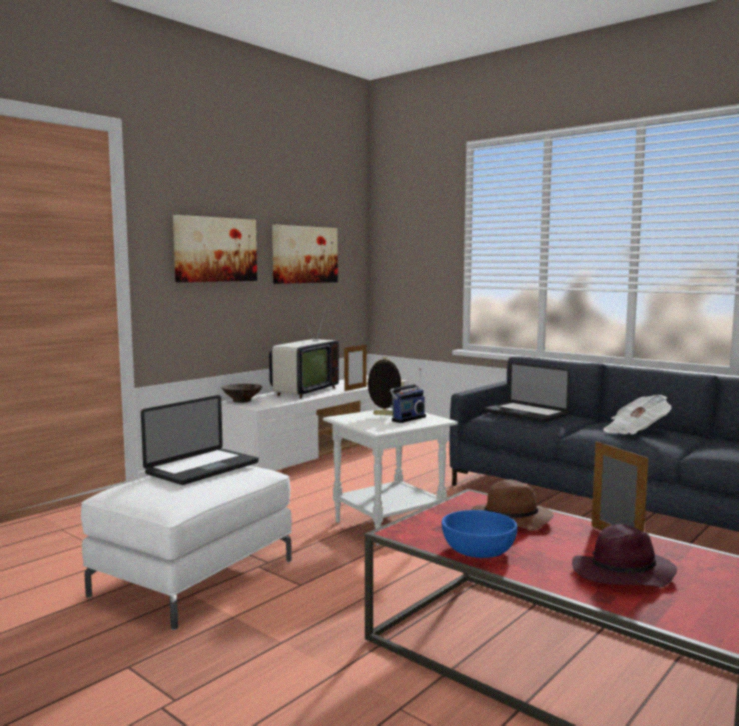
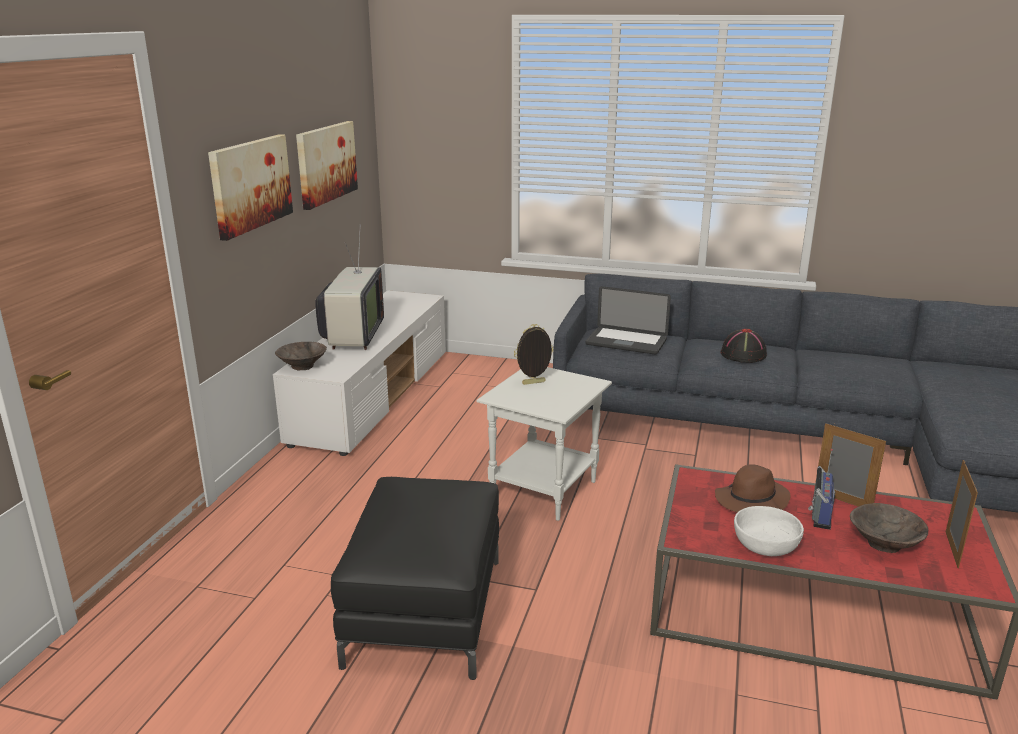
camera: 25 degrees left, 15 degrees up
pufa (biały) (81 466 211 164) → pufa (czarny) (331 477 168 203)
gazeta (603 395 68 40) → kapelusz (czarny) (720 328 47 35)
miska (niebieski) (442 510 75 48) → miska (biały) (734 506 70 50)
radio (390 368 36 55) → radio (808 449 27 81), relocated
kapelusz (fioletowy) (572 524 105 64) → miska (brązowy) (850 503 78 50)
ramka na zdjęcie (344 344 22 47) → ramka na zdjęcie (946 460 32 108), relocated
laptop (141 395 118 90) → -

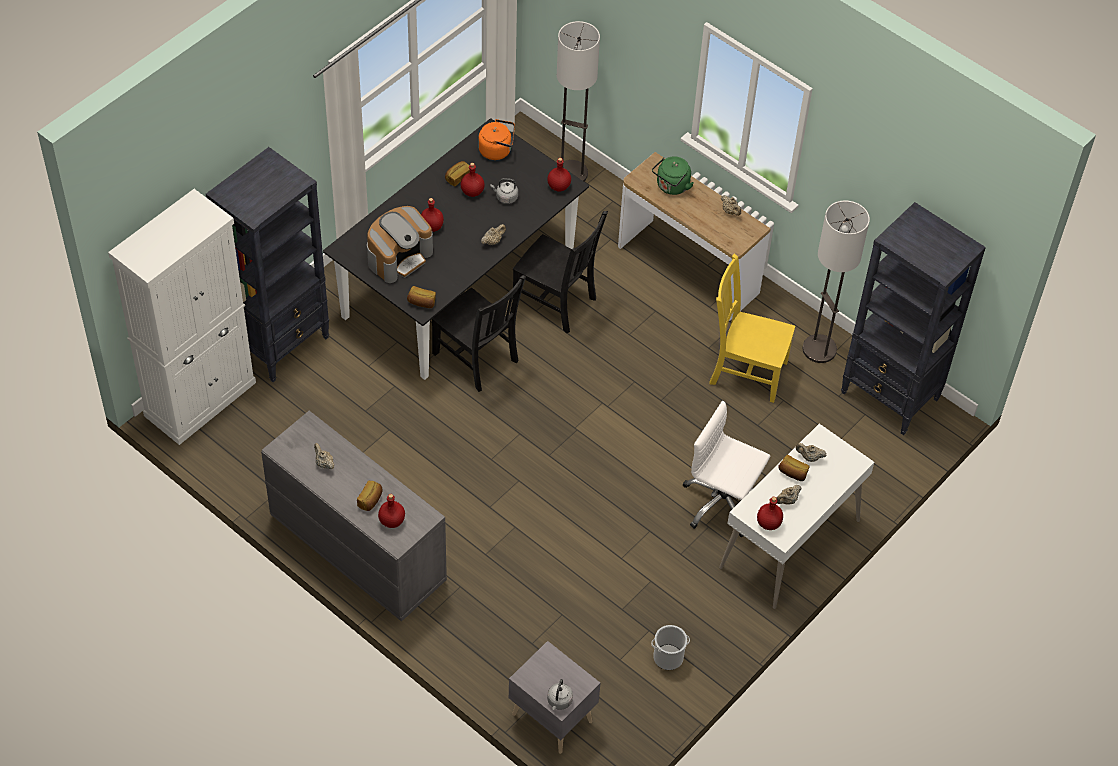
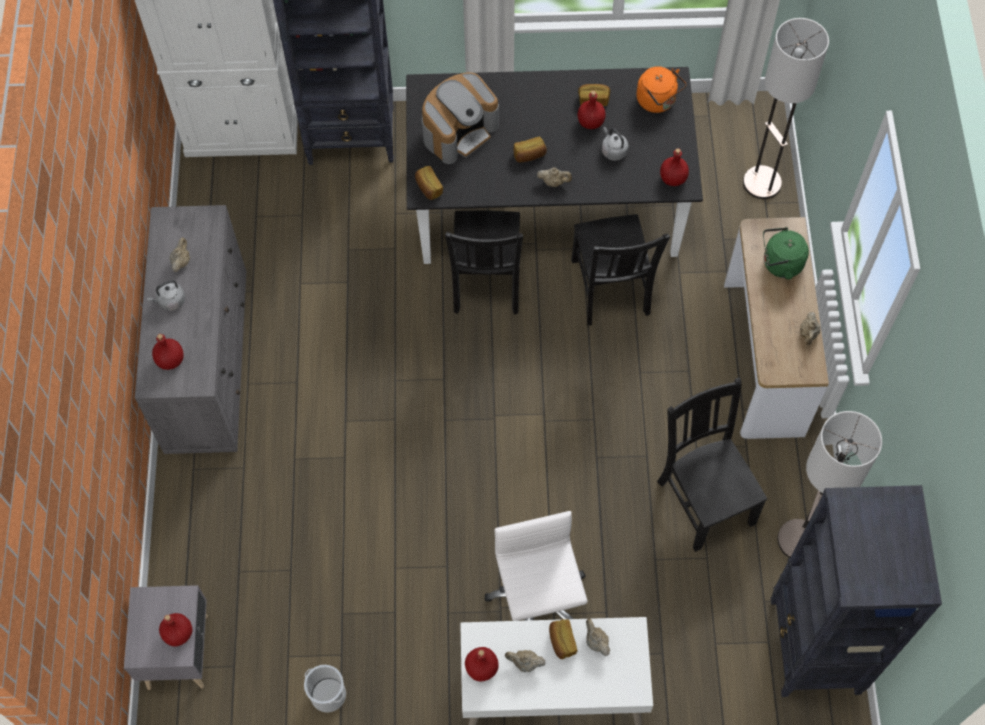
camera: 50 degrees right, 10 degrees up
czajnik (szary) (547 679 26 31) → czajnik (szary) (147 280 38 31), relocated
butelka (czerwony) (421 198 23 34) → butelka (czerwony) (159 613 33 33), relocated
ekspres do kawy (367 206 66 77) → ekspres do kawy (422 72 77 92), 45 degrees counterclockwise
chleb (357 481 26 30) → chleb (514 137 33 25), relocated
krzesło (żółty) (709 254 86 149) → krzesło (czarny) (657 378 110 174)

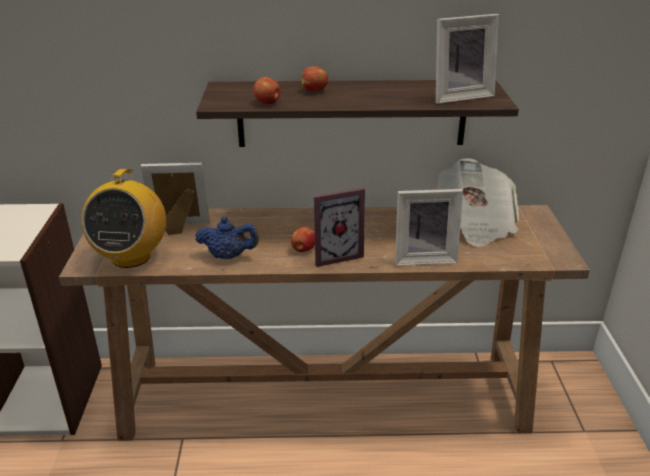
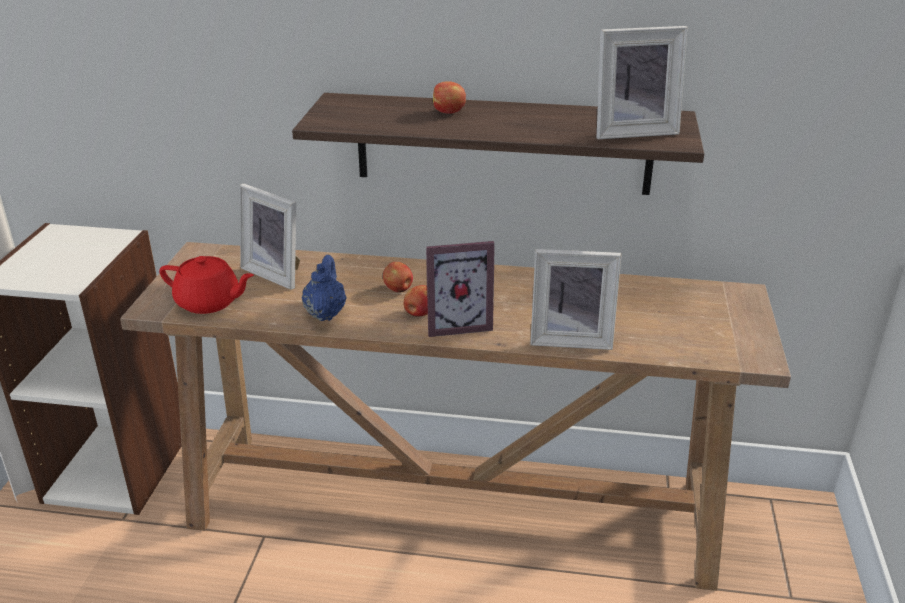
camera: 10 degrees right, 0 degrees up
radio (81 169 85 99) → imbryk (czerwony) (159 256 95 58)
ramka na zdjęcie (140 163 70 72) → ramka na zdjęcie (240 184 60 106), 150 degrees counterclockwise
imbryk (niebieski) (195 216 64 43) → imbryk (niebieski) (302 255 45 66), 105 degrees counterclockwise
jabłko (254 77 26 27) → jabłko (383 262 30 30), relocated
gazeta (436 158 83 89) → -

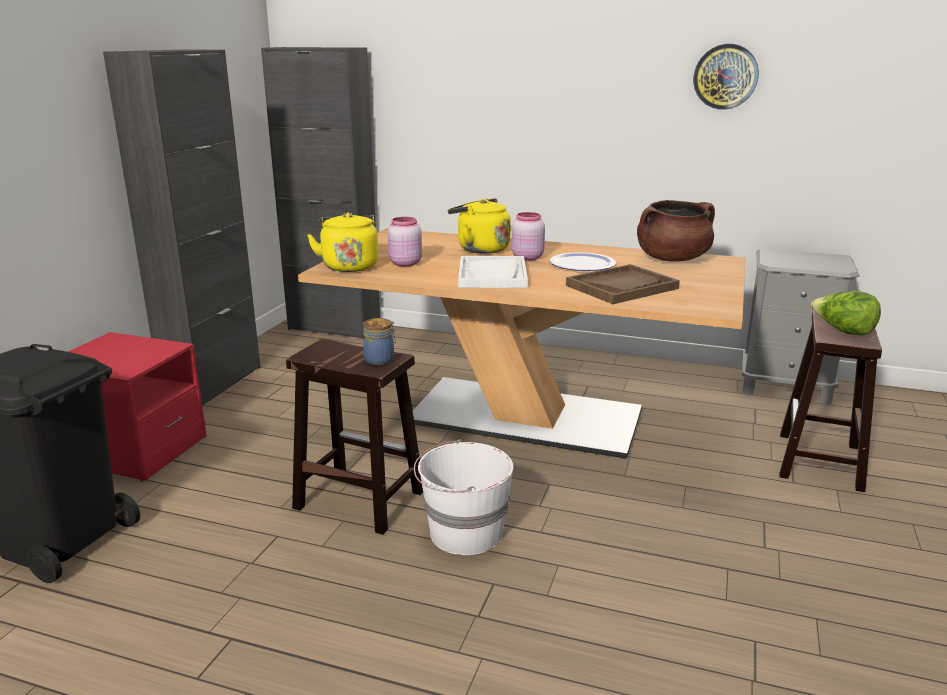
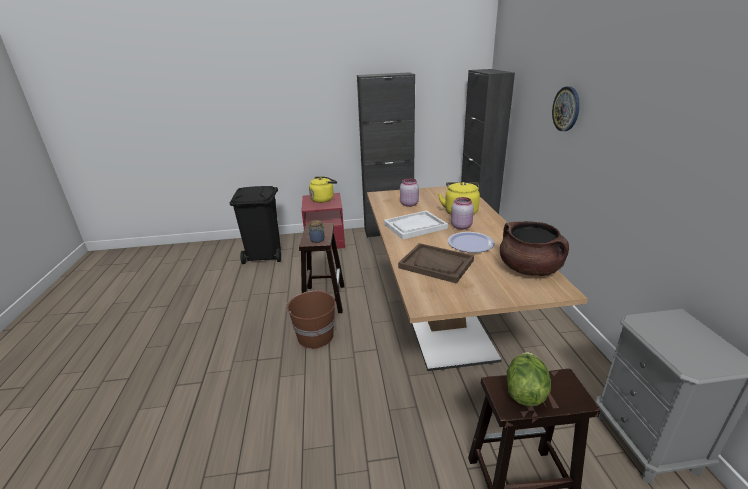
camera: 65 degrees right, 5 degrees up
wiadro (biały) (414 439 99 116) → wiadro (brązowy) (286 290 50 59)
czajnik (żółty) (307 212 72 60) → czajnik (żółty) (309 177 28 26), relocated
zegar ścienny (693 44 66 66) → zegar ścienny (552 86 28 45), relocated

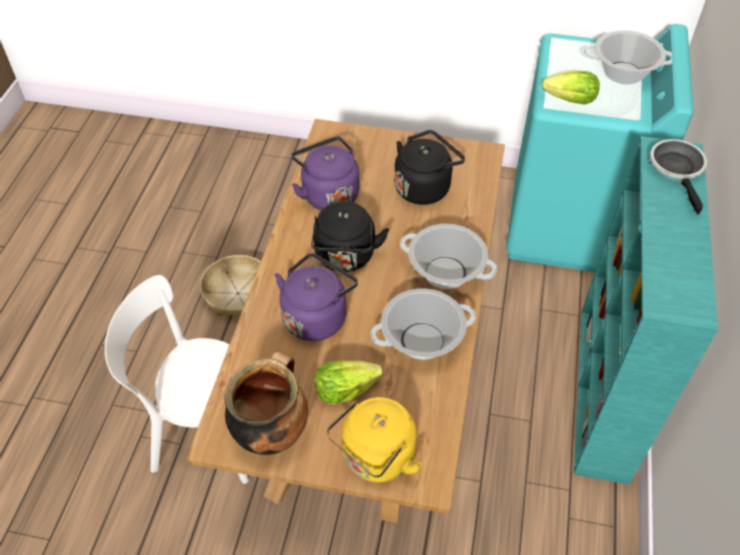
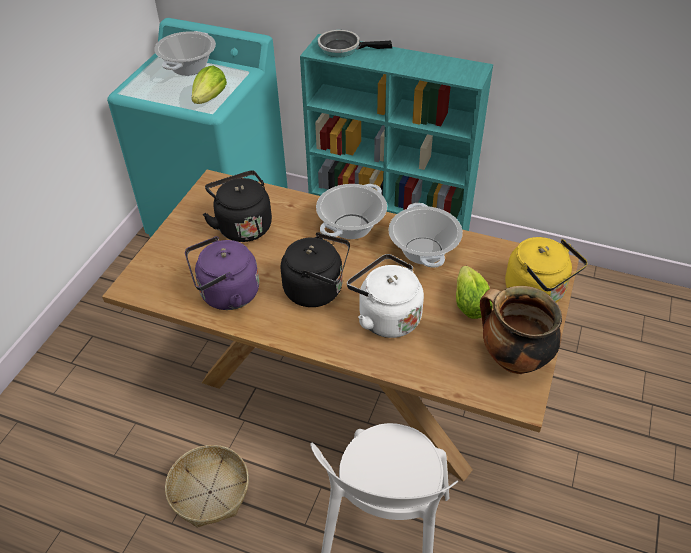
camera: 80 degrees left, 5 degrees down
czajnik (fioletowy) (275 253 83 88) → czajnik (biały) (347 254 77 84)

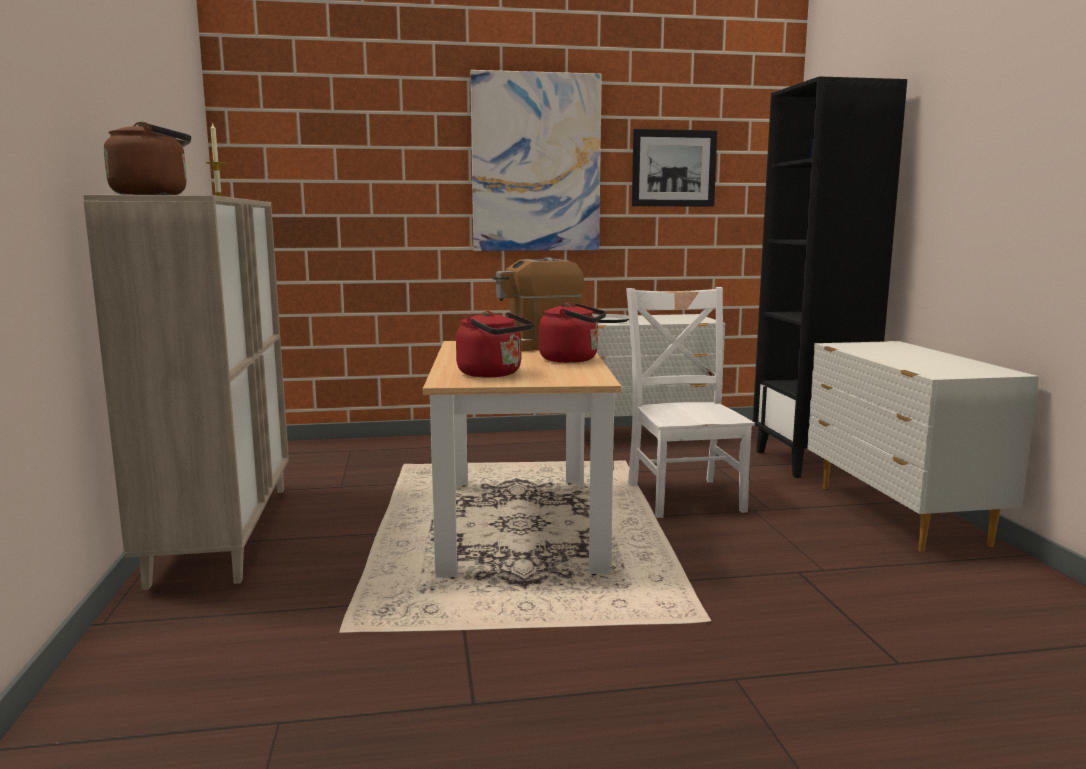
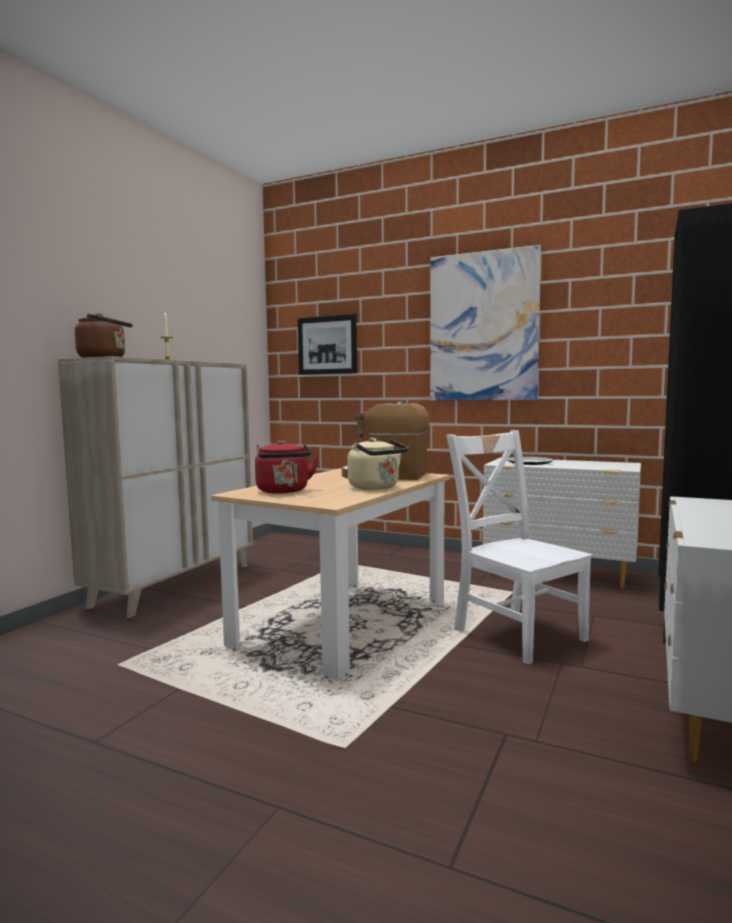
camera: 35 degrees right, 5 degrees down
obraz (632 129 85 78) → obraz (298 314 59 61), relocated
czajnik (czerwony) (539 302 67 61) → czajnik (beżowy) (347 438 61 52)
krzesło (biały) (626 287 129 231) → krzesło (biały) (446 430 147 235), 60 degrees counterclockwise

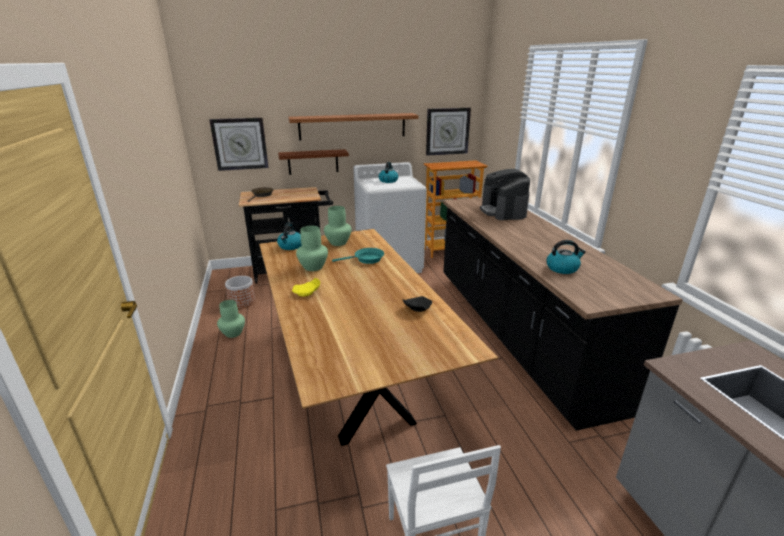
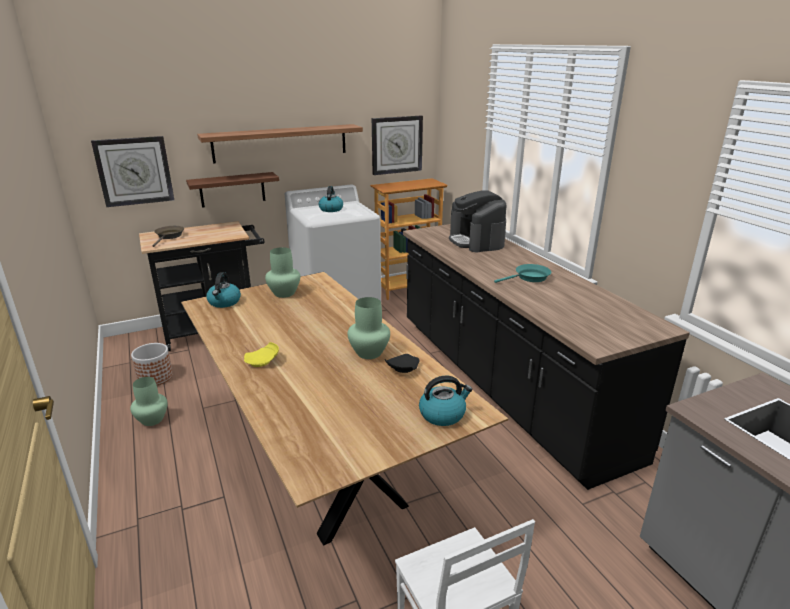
camera: 10 degrees left, 0 degrees up
wazon (zielony) (296 226 32 45) → wazon (zielony) (348 297 42 62), relocated
czajnik (546 240 40 34) → czajnik (419 375 53 51), relocated
patelnia (turkusowy) (332 248 52 16) → patelnia (turkusowy) (494 264 57 19), relocated

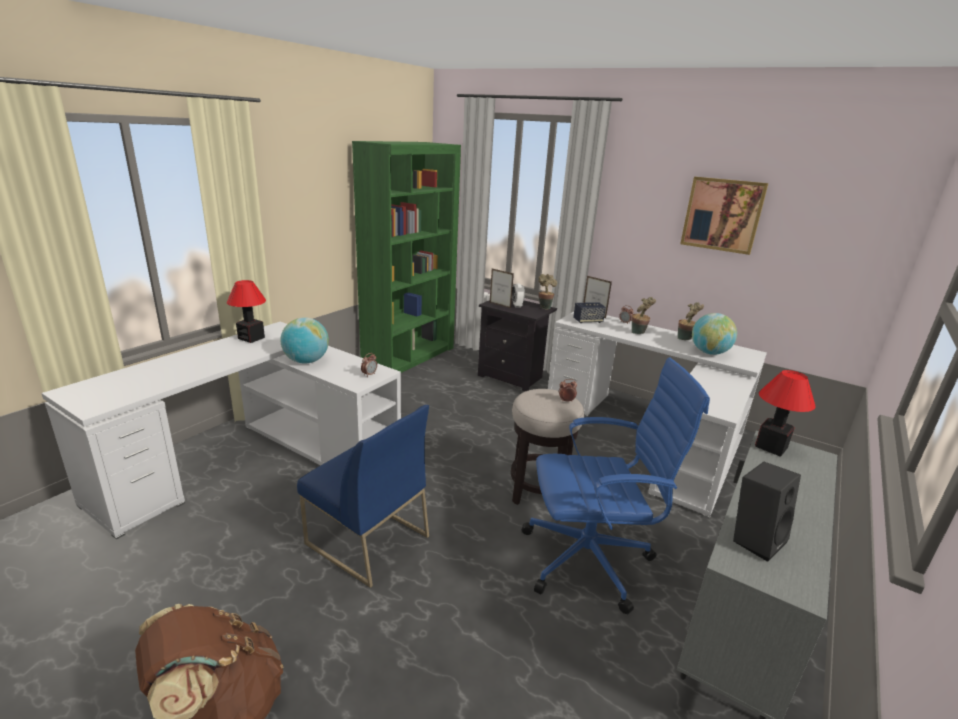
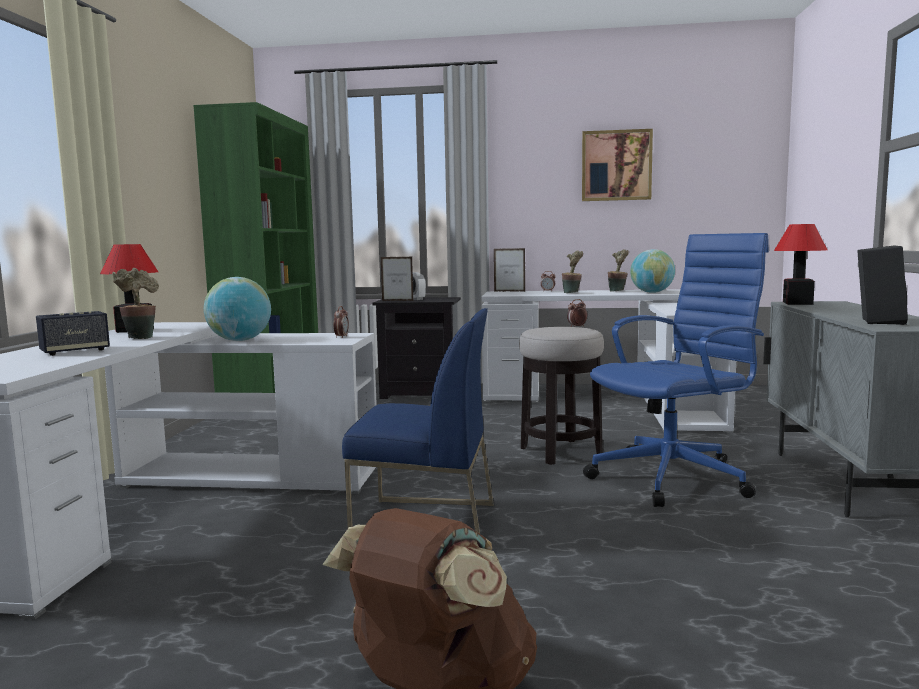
camera: 25 degrees left, 15 degrees down
głośnik (573 302 33 21) → głośnik (36 311 74 45), relocated
roślina doniczkowa (539 274 18 36) → roślina doniczkowa (112 268 47 71), relocated

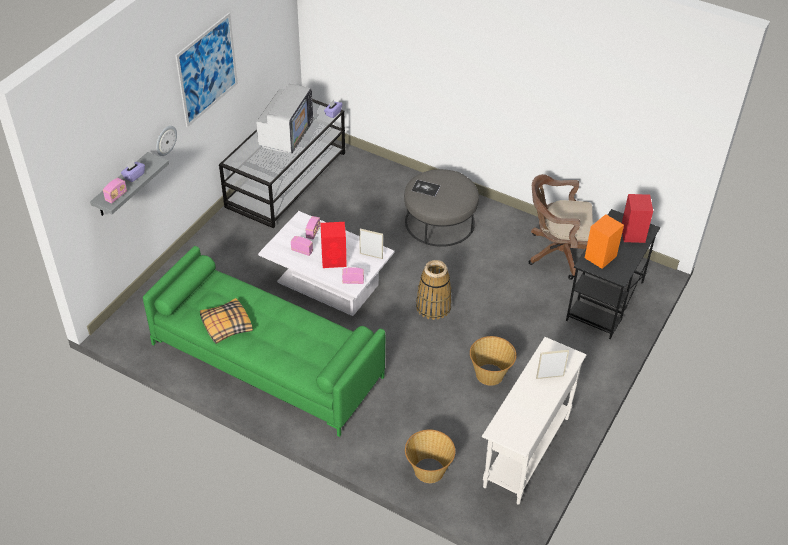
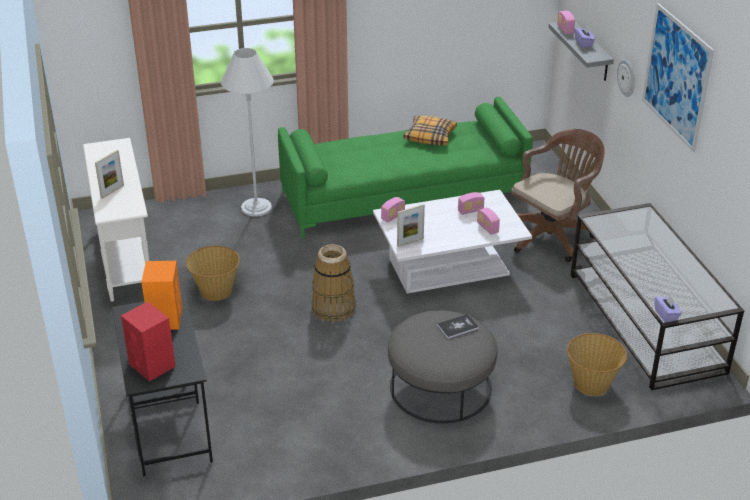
camera: 135 degrees right, 10 degrees down
- → lampa stojąca (biały) (221 48 53 169)
krzesło biurowe (brązowy) (529 174 64 106) → krzesło biurowe (brązowy) (511 129 94 133), relocated
koszyk (405 429 50 54) → koszyk (567 333 60 63), relocated
telewizor (256 84 58 69) → -
głośnik (czerwony) (320 222 27 46) → -

